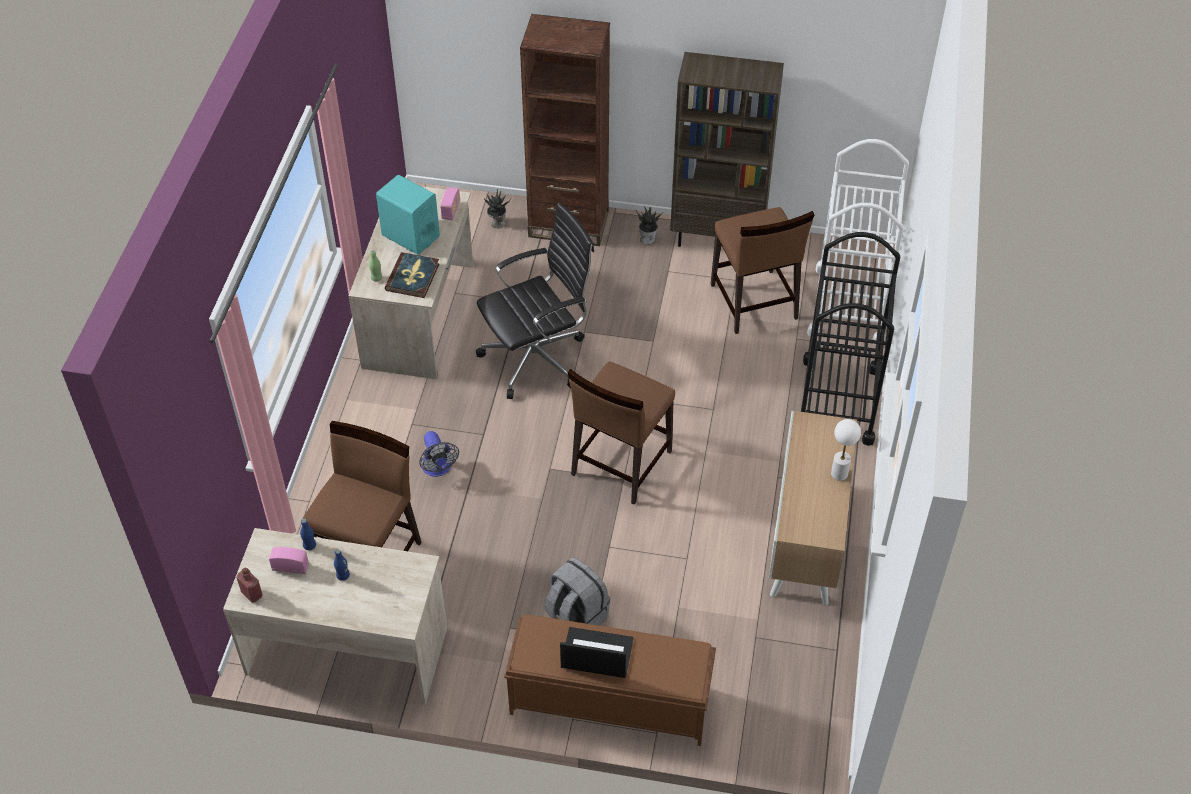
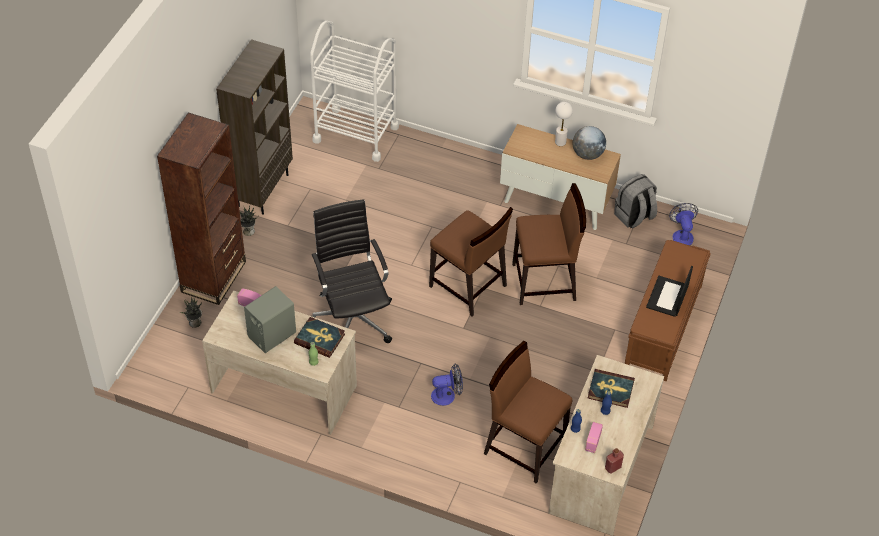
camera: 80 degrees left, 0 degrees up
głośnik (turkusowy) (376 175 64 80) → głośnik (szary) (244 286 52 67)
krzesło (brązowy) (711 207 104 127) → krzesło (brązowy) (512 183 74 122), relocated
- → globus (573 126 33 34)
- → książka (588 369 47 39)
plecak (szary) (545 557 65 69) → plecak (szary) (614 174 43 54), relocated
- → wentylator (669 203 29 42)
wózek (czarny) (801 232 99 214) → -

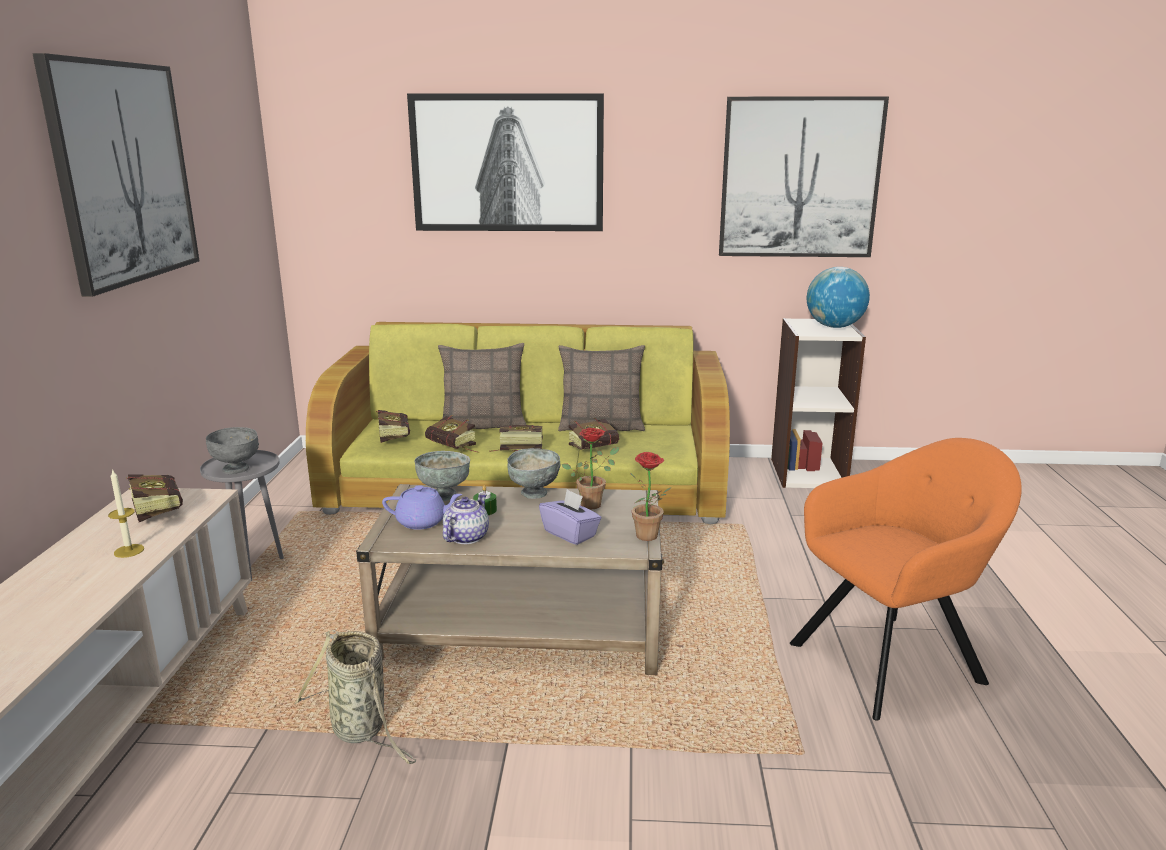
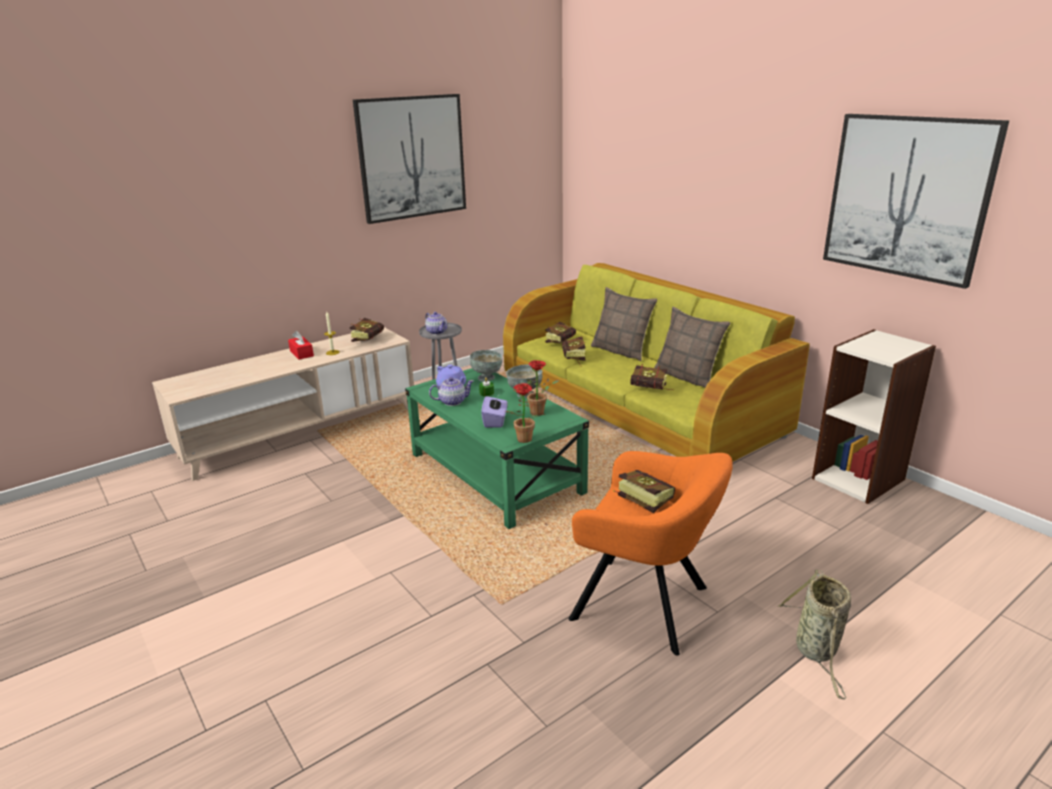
camera: 50 degrees right, 5 degrees up
- → pudełko chusteczek (czerwony) (288 331 26 29)
ława (beżowy) (356 484 308 191) → ława (zielony) (405 368 184 161)
miska (szary) (206 427 53 47) → imbryk (425 312 22 23)
książka (489 425 54 27) → książka (613 470 62 43), relocated
koszyk (294 630 122 134) → koszyk (777 570 74 129), relocated
obraz (407 93 197 138) → -
globus (807 267 63 61) → -

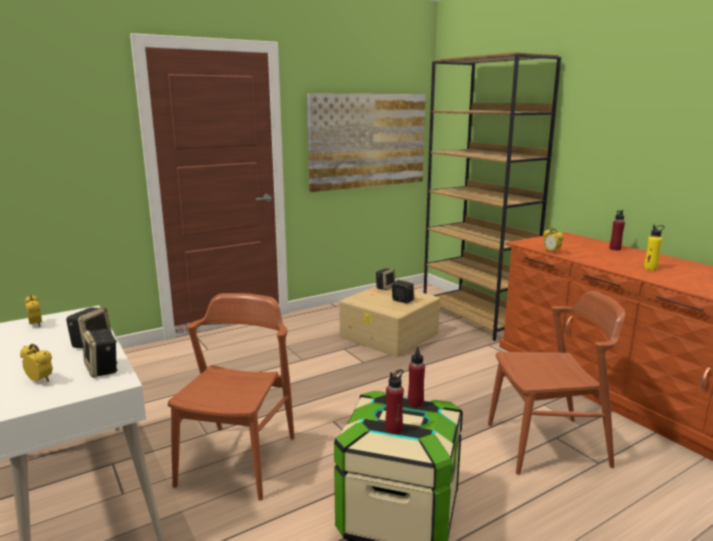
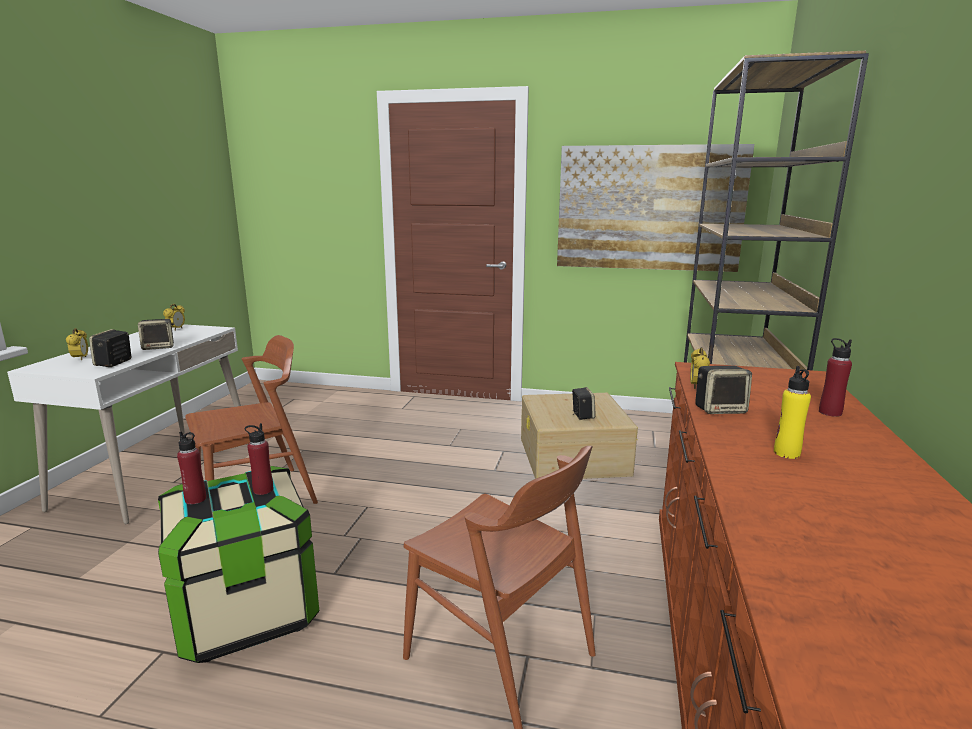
camera: 45 degrees right, 0 degrees up
głośnik (376 268 19 22) → głośnik (695 366 57 48), relocated

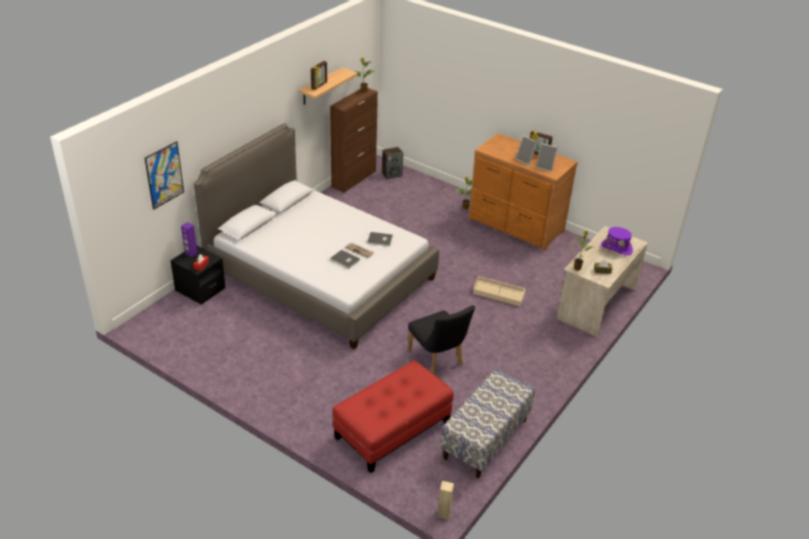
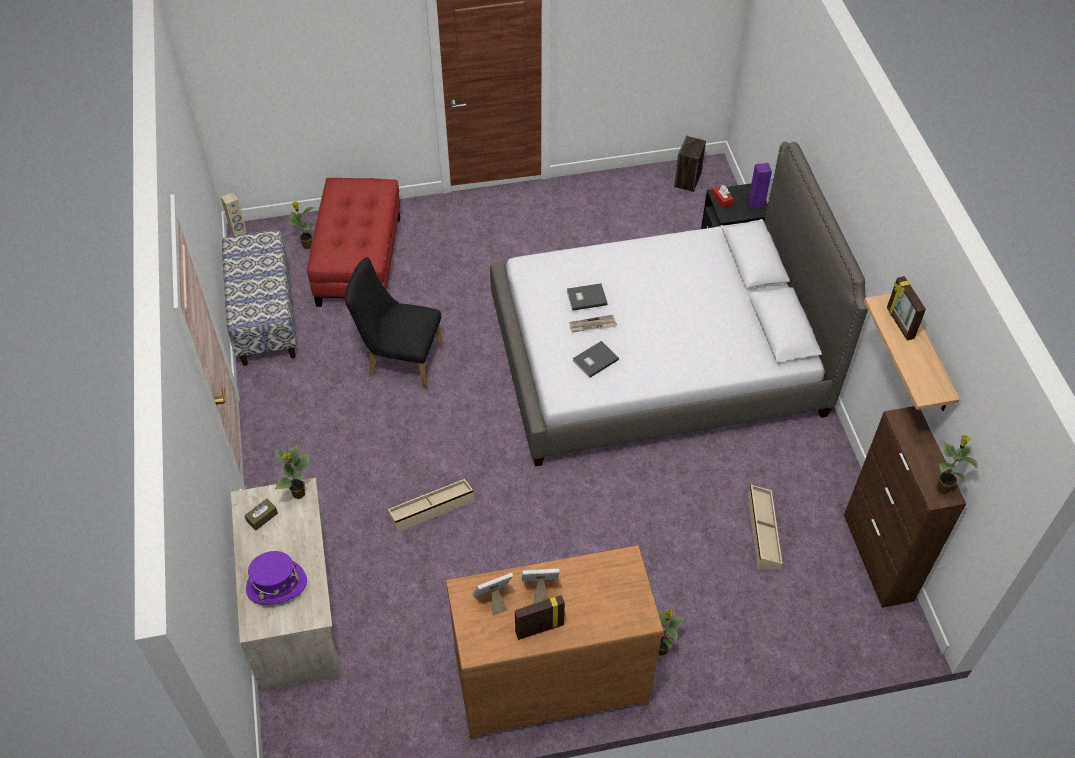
camera: 135 degrees right, 15 degrees up
- → roślina doniczkowa (286 201 29 48)
głośnik (382 147 21 32) → głośnik (674 135 32 57), relocated
- → pojemnik do przechowywania (beżowy) (748 485 35 84)
obraz (145 141 39 69) → -

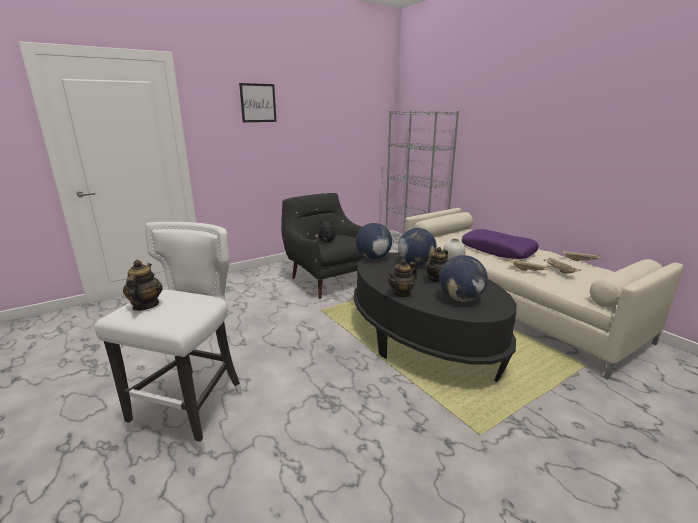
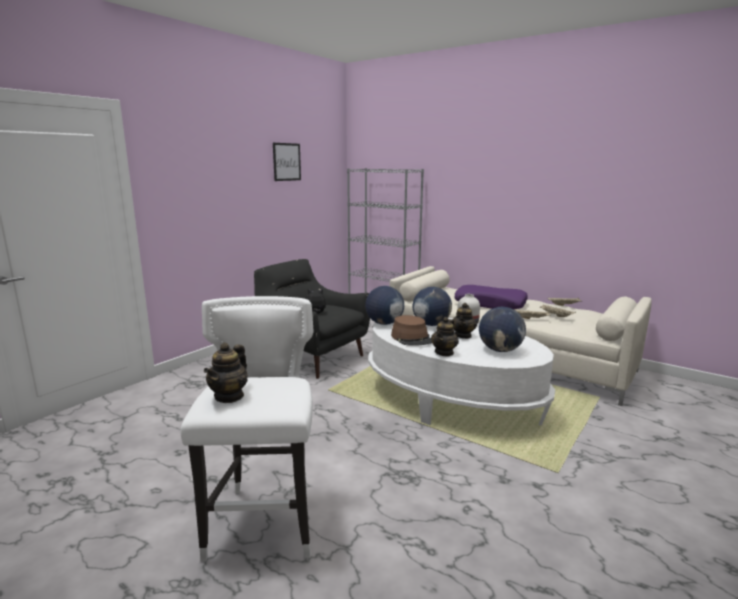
camera: 20 degrees left, 5 degrees down
imbryk (123 260 40 51) → imbryk (204 342 44 61), 135 degrees counterclockwise
obraz (239 83 38 39) → obraz (273 143 28 38), relocated
ława (czarny) (354 253 163 129) → ława (biały) (368 315 187 111)
- → kapelusz (brązowy) (391 315 41 31)

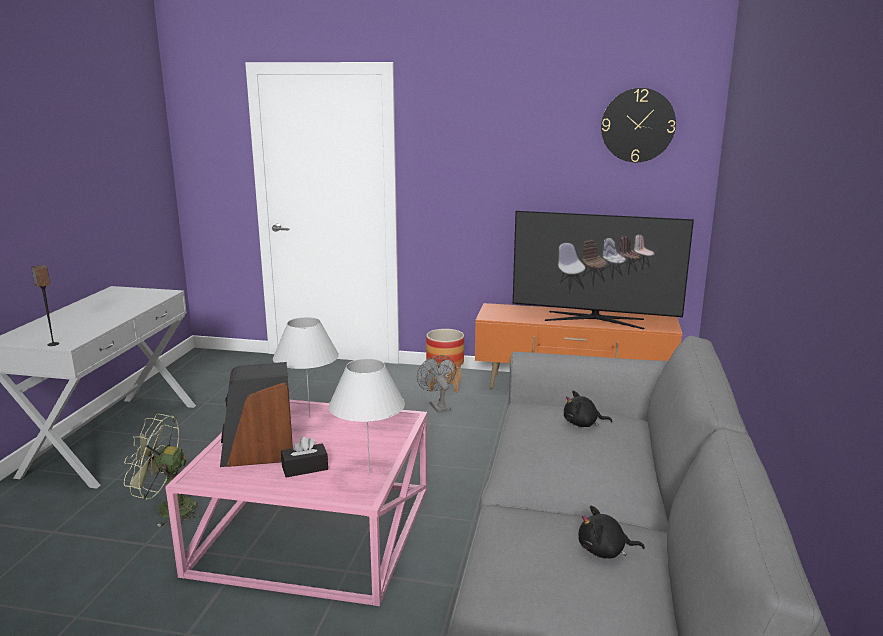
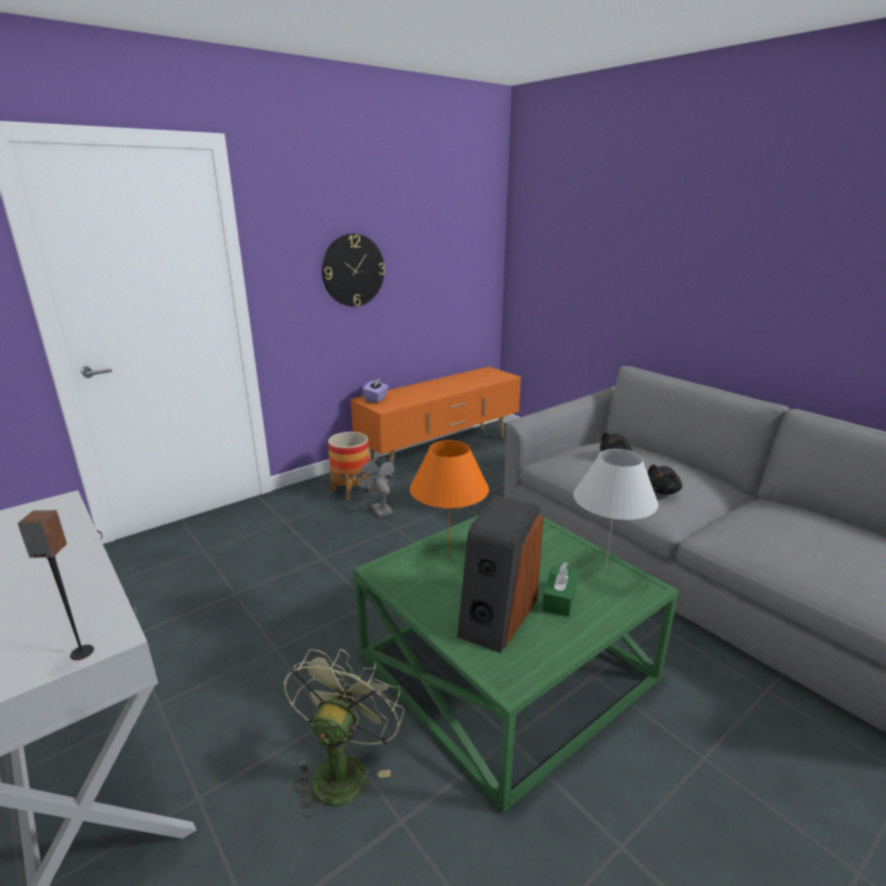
camera: 50 degrees left, 5 degrees up
wentylator (zielony) (124 414 78 113) → wentylator (zielony) (283 649 121 169), 150 degrees clockwise
zegar ścienny (601 88 75 74) → zegar ścienny (322 234 63 73), relocated
ława (różowy) (165 400 262 206) → ława (zielony) (353 515 326 299)
wentylator (szary) (417 355 39 58) → wentylator (szary) (356 458 41 60), 45 degrees clockwise
- → pudełko chusteczek (fioletowy) (362 377 26 26)
lampa stołowa (biały) (273 317 66 101) → lampa stołowa (pomarańczowy) (410 440 79 118)
pudełko chusteczek (czarny) (281 436 47 41) → pudełko chusteczek (zielony) (542 562 36 55)
pluszak (czarny) (579 505 66 53) → pluszak (czarny) (648 464 34 30), relocated
telewizor (513 211 181 118) → -

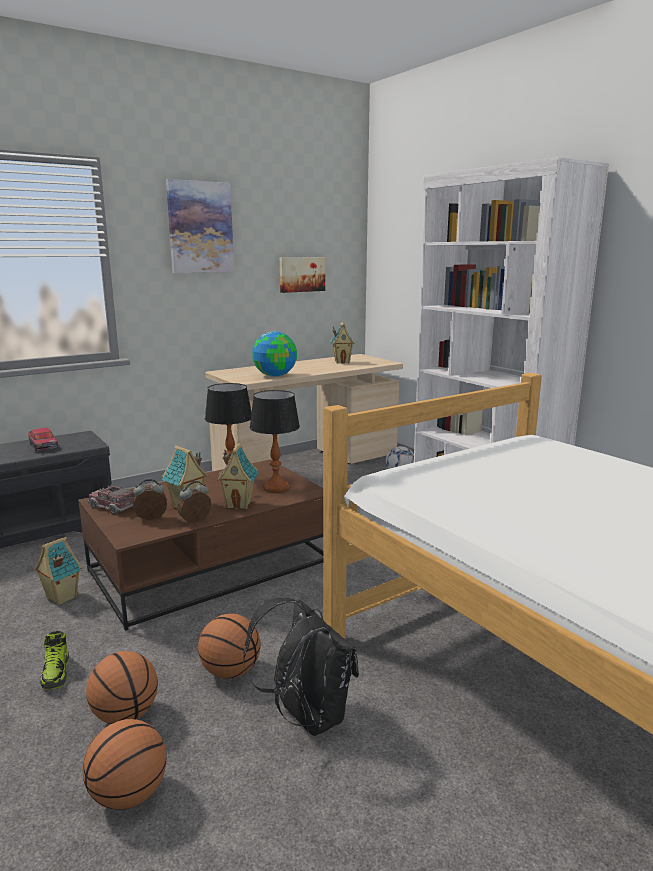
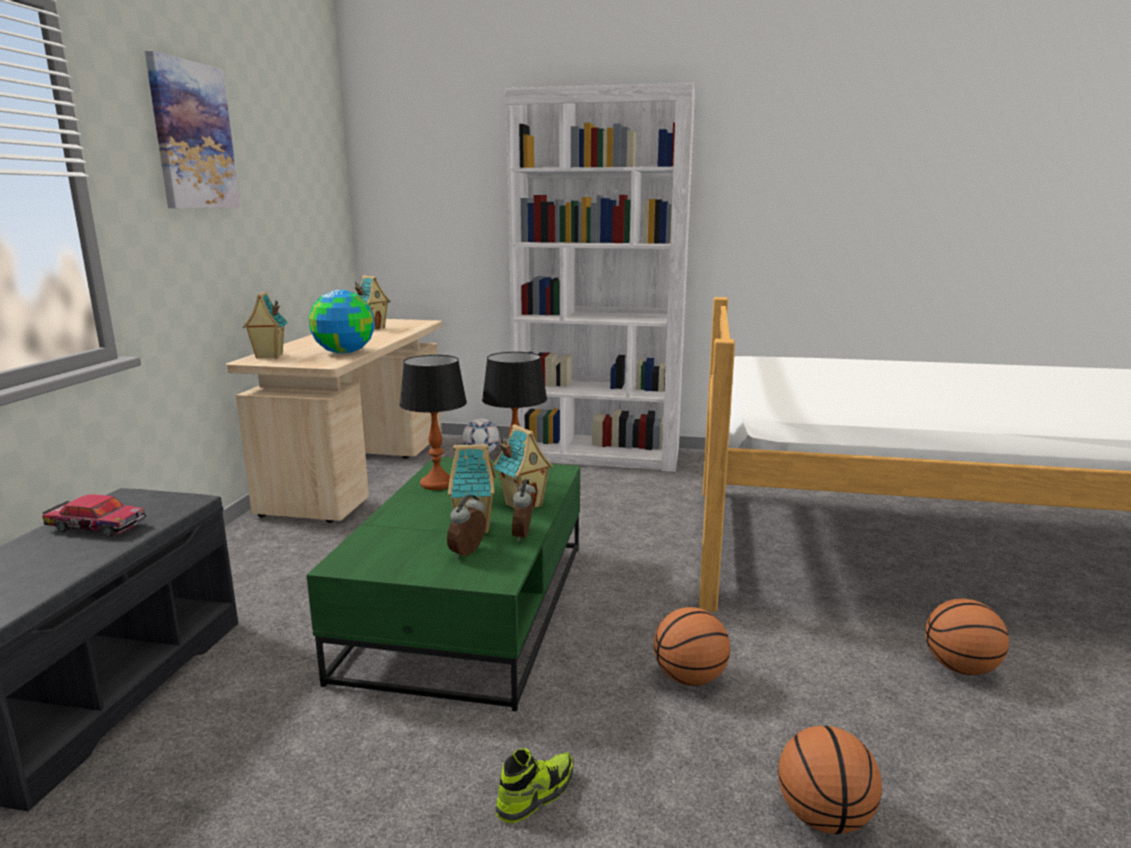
camera: 45 degrees left, 0 degrees up
domek (34 537 48 69) → domek (243 291 45 68), relocated
ława (brązowy) (78 459 245 172) → ława (zielony) (306 457 274 254)
but (40 631 29 58) → but (495 749 79 74), 75 degrees counterclockwise
piłka do koszykówki (86 651 72 73) → piłka do koszykówki (925 599 84 76), relocated
ciężarówka zabawkowa (88 485 46 30) → -
plecak (czarny) (243 598 116 138) → -
obraz (280 257 45 36) → -

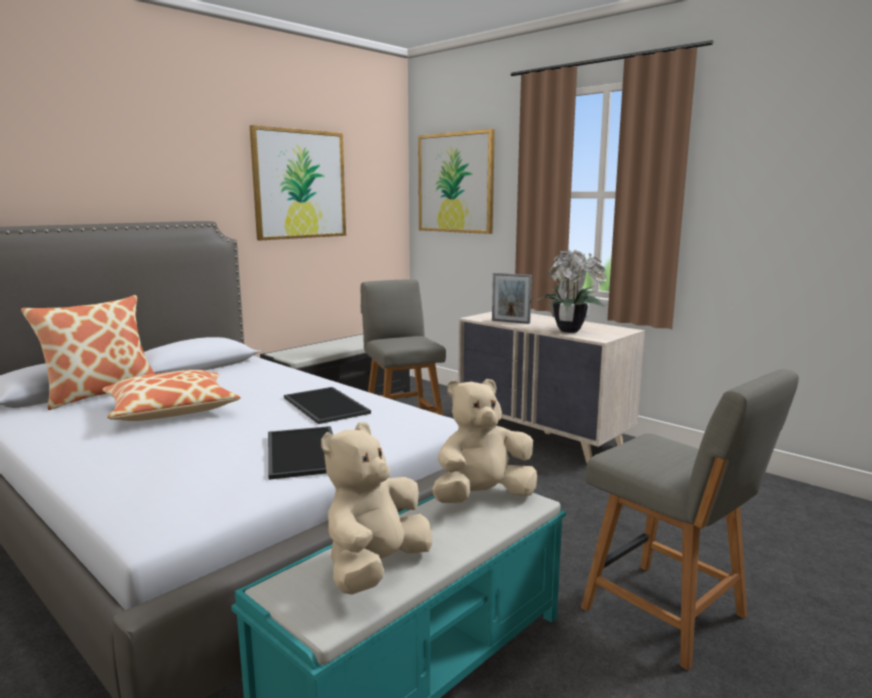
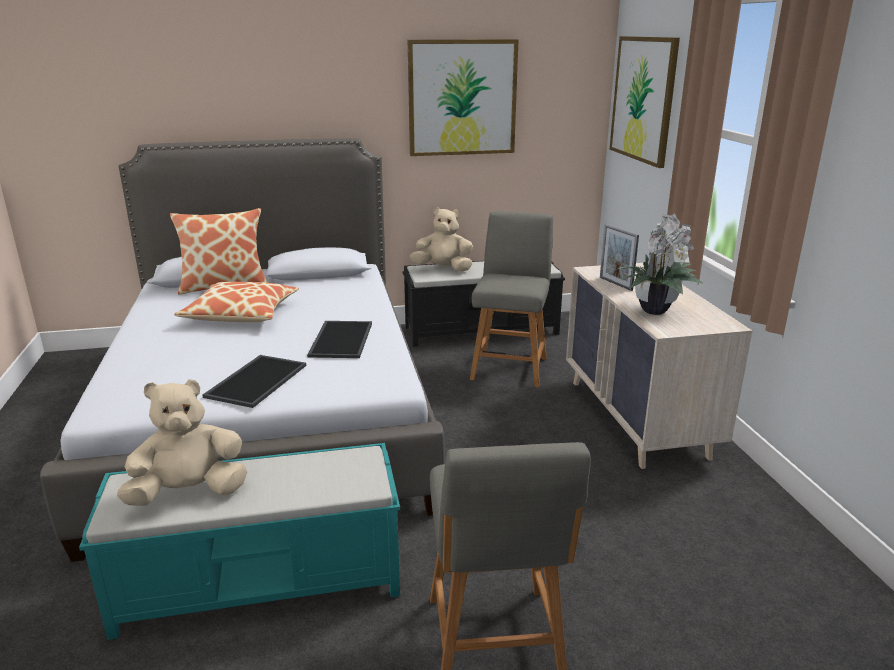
camera: 35 degrees right, 10 degrees up
pluszak (beżowy) (432 379 105 124) → pluszak (beżowy) (410 207 63 65), relocated

